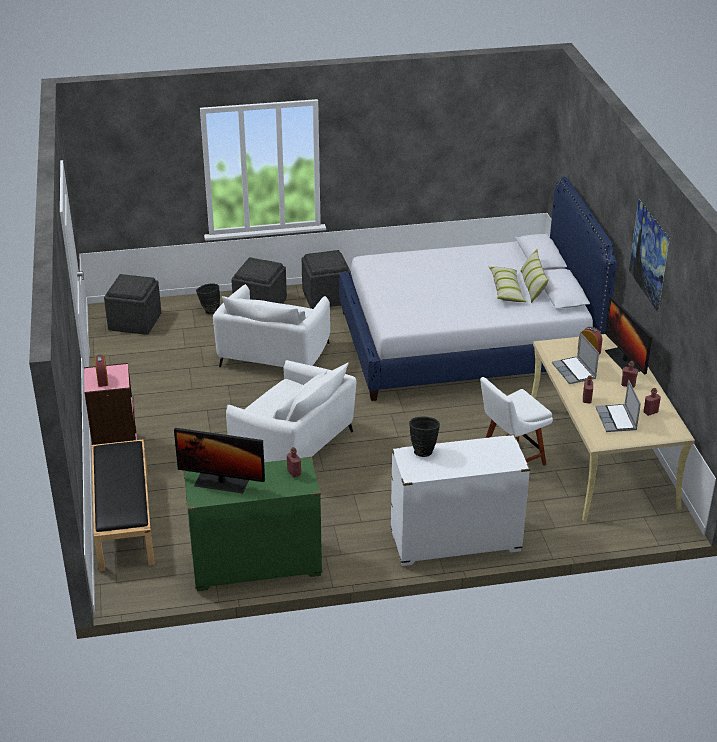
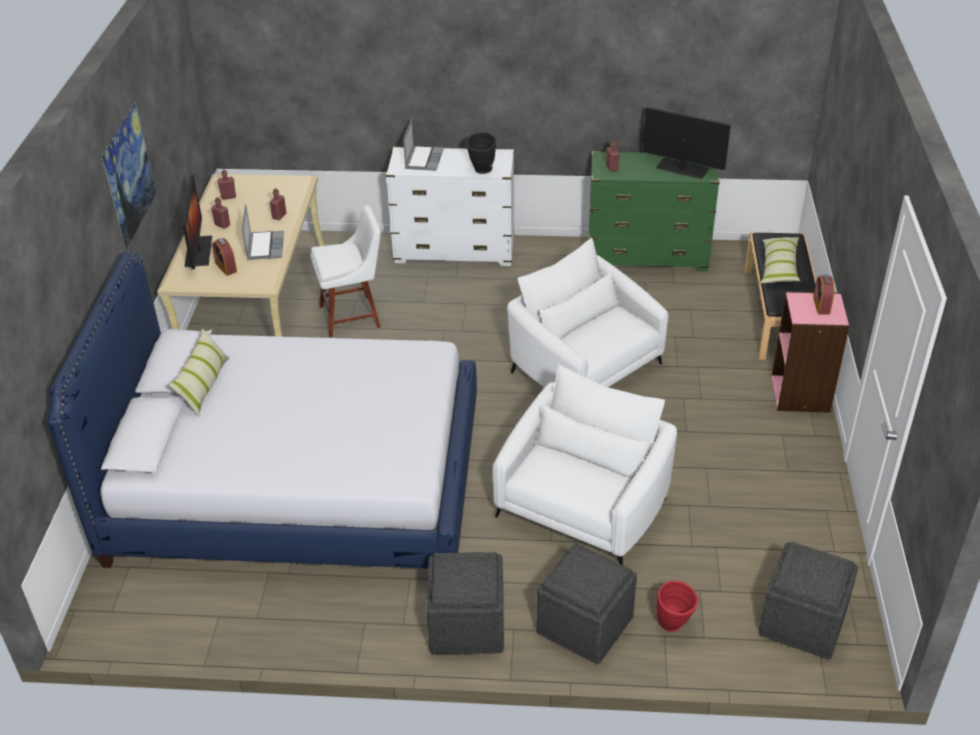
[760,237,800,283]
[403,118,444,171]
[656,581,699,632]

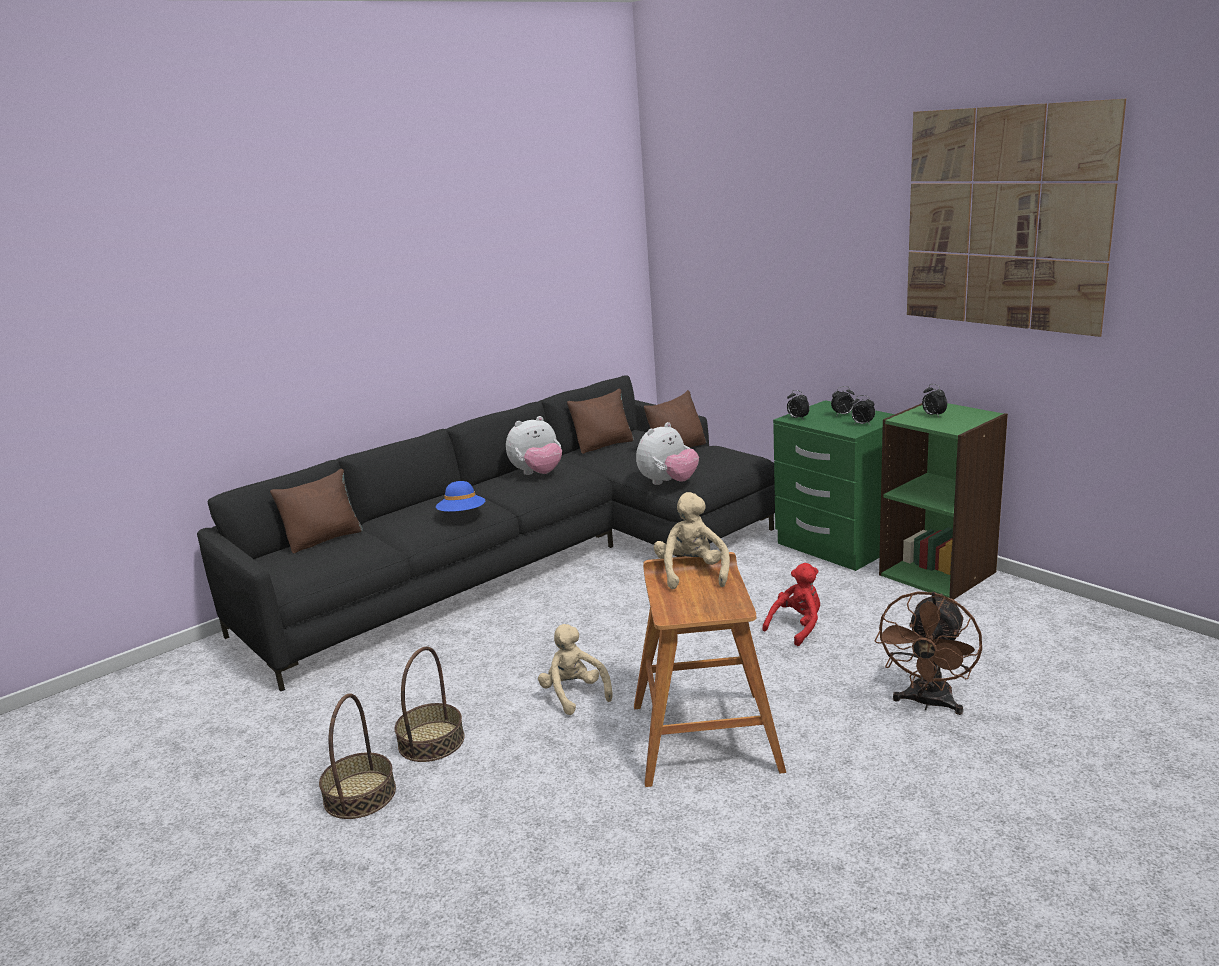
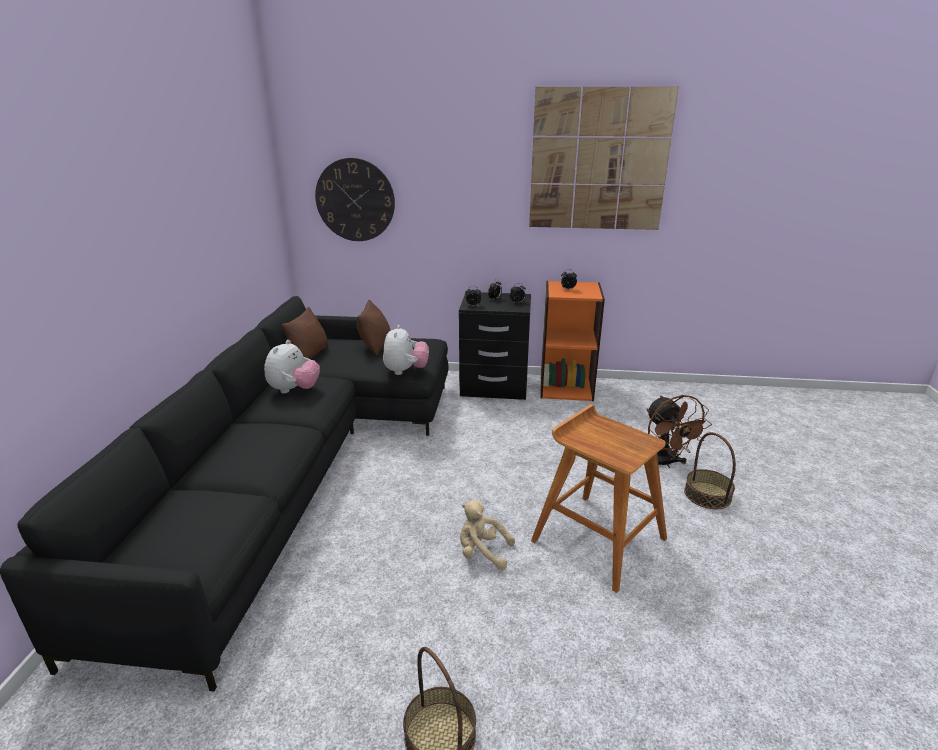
[270,469,363,553] (first image)
[436,481,485,512] (first image)
[654,492,730,589] (first image)
[762,563,820,646] (first image)
[315,158,395,241]
[684,432,736,509]
[459,292,531,400]
[540,281,605,401]

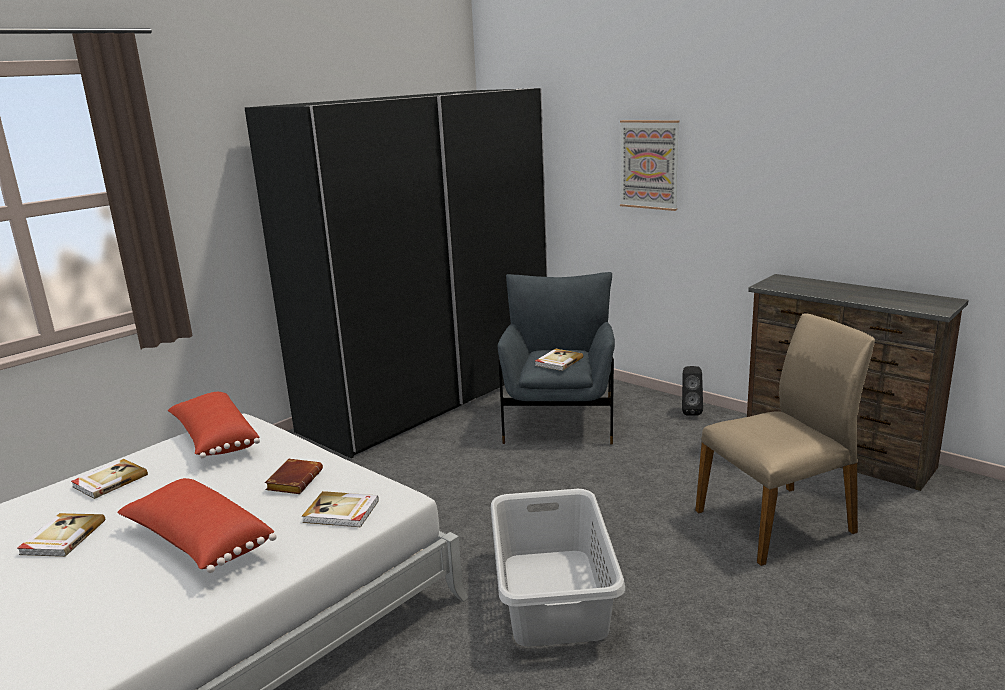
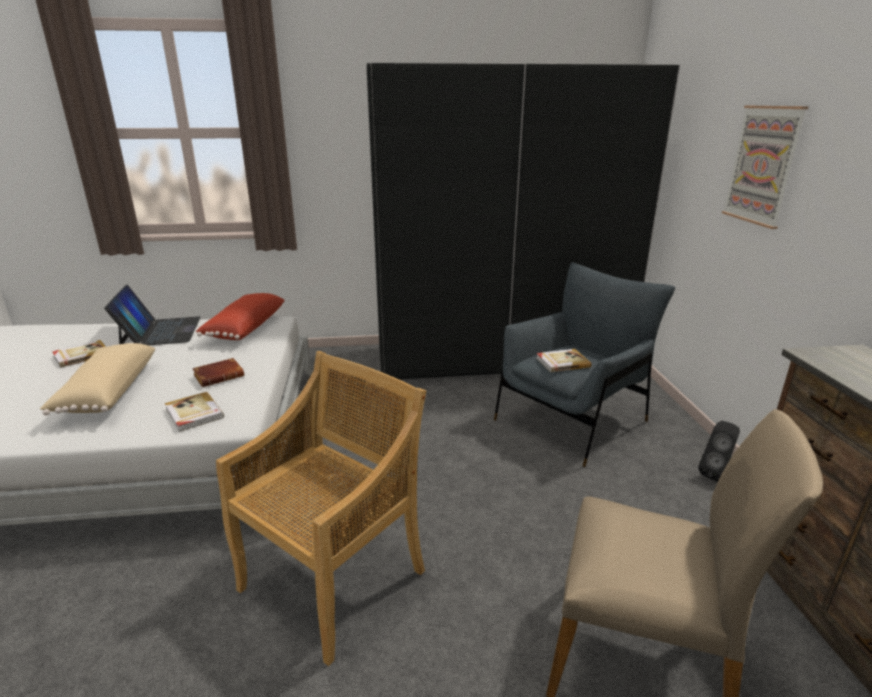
[104,285,201,346]
[216,351,426,666]
[40,343,155,415]

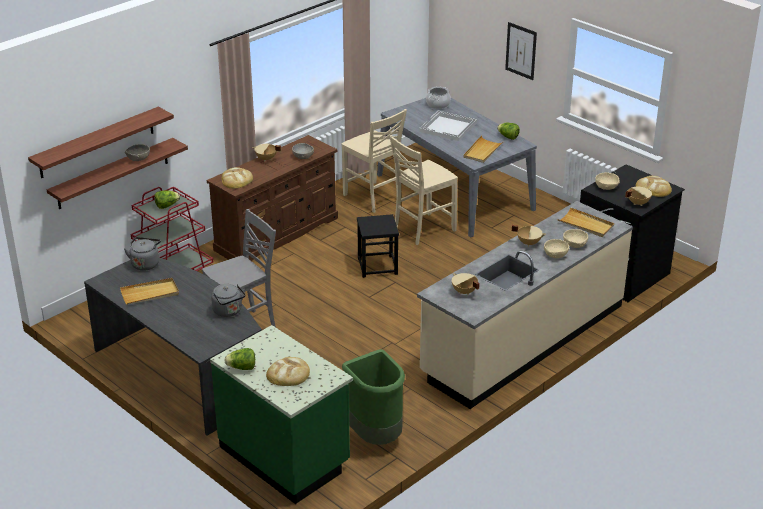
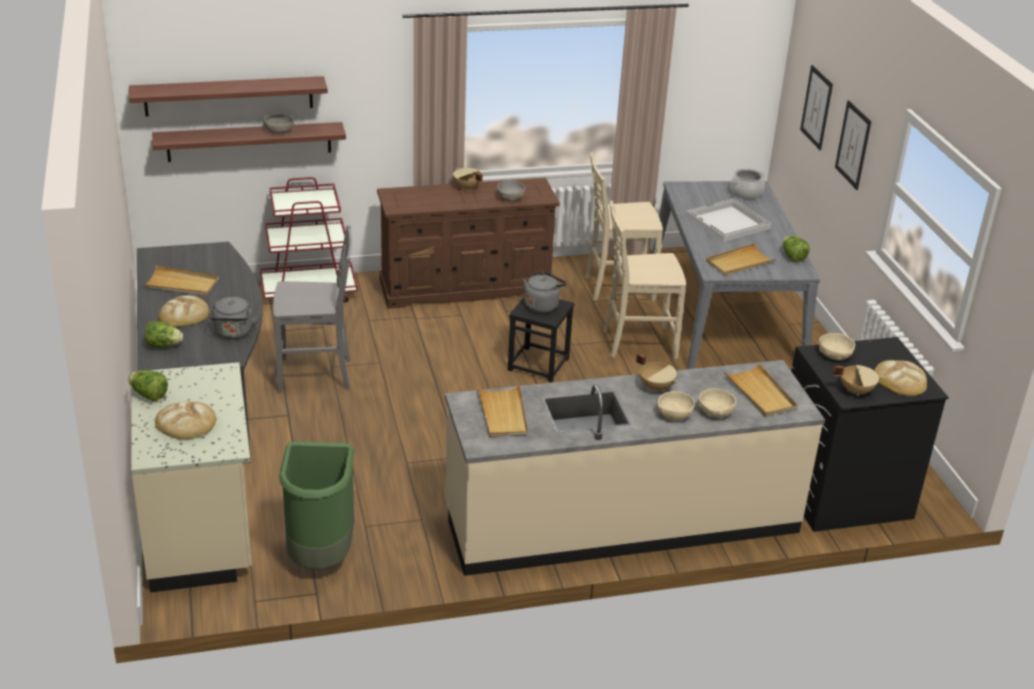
[800,65,833,150]
[523,271,567,313]
[145,321,183,348]
[158,295,209,327]
[477,384,528,437]
[131,362,252,593]
[585,152,663,301]

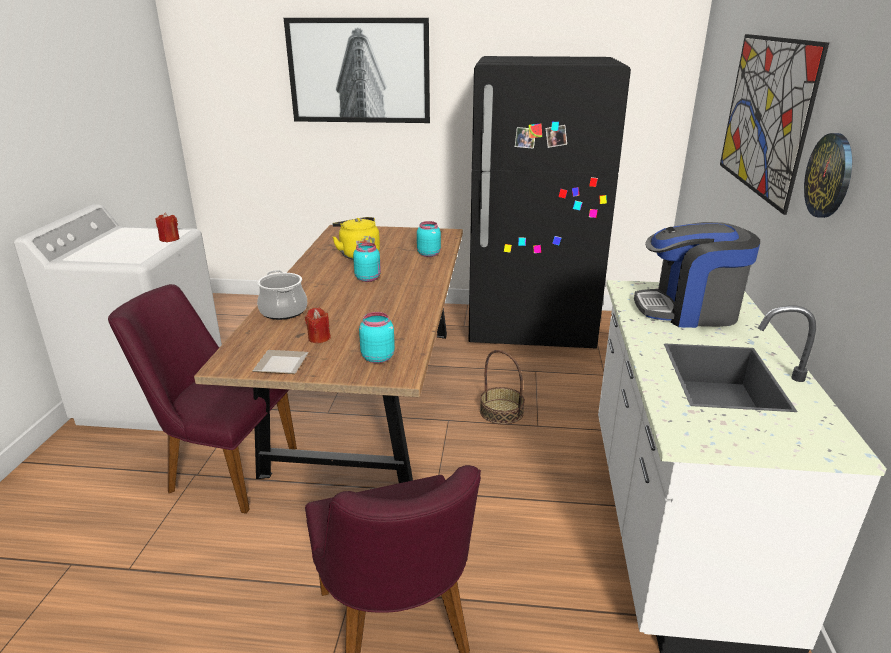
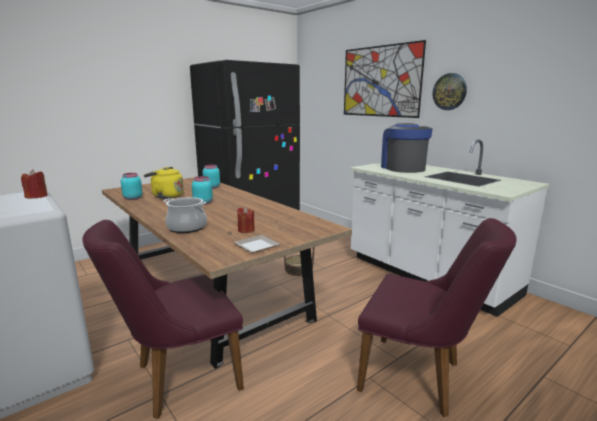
[284,18,430,123] (first image)
[121,173,143,200]
[381,123,433,173]

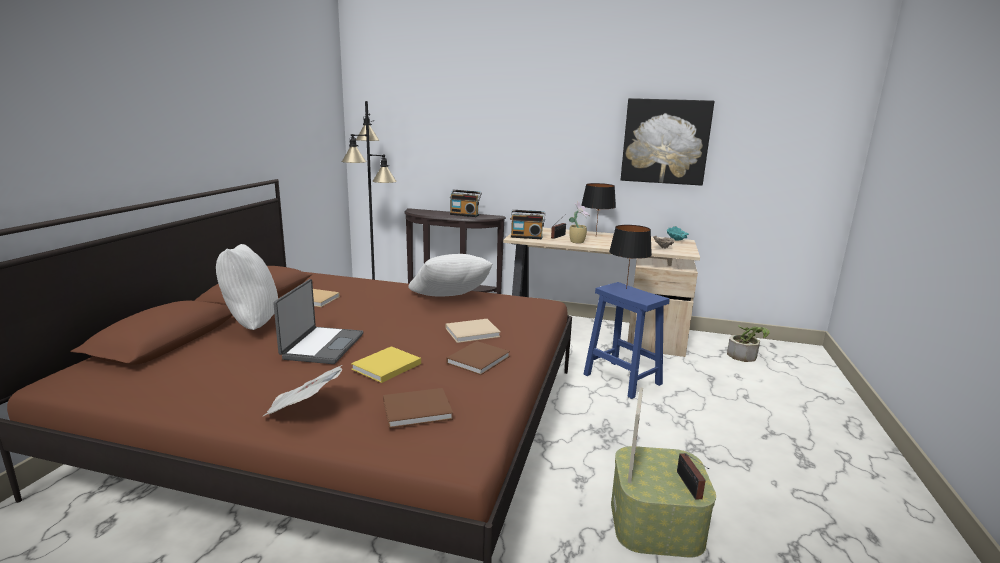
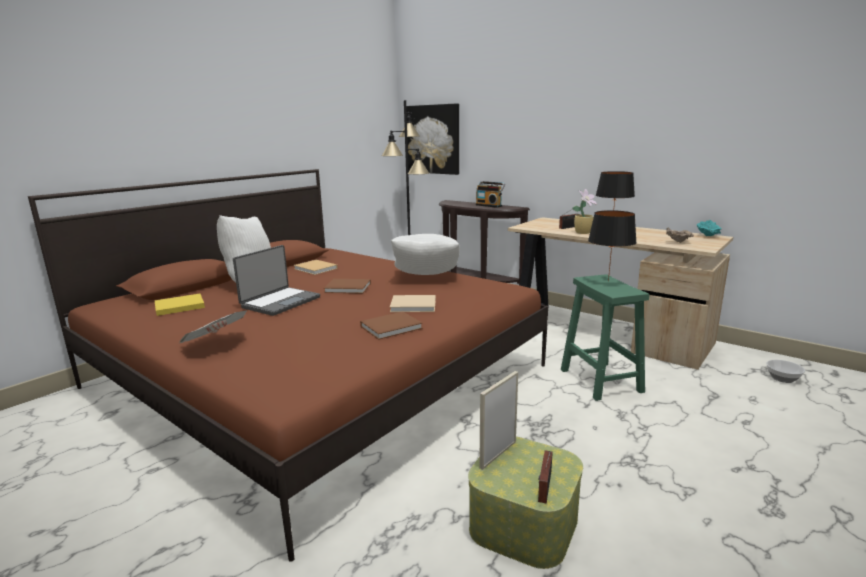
[510,210,545,239] (first image)
[154,294,205,316]
[324,279,371,294]
[406,104,459,175]
[766,360,805,383]
[561,274,649,401]

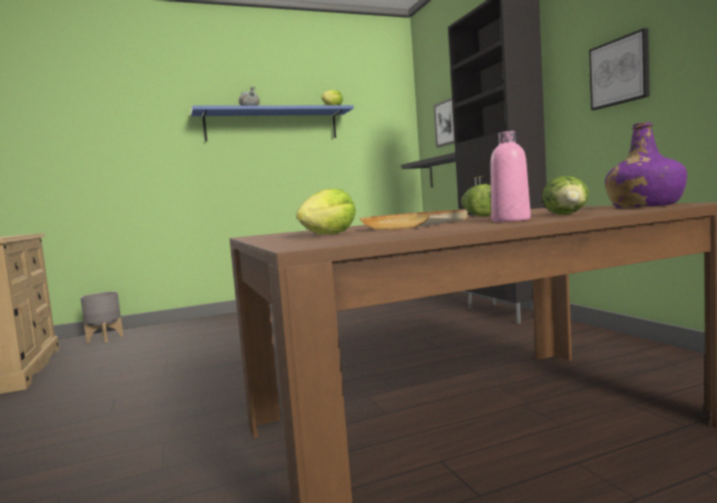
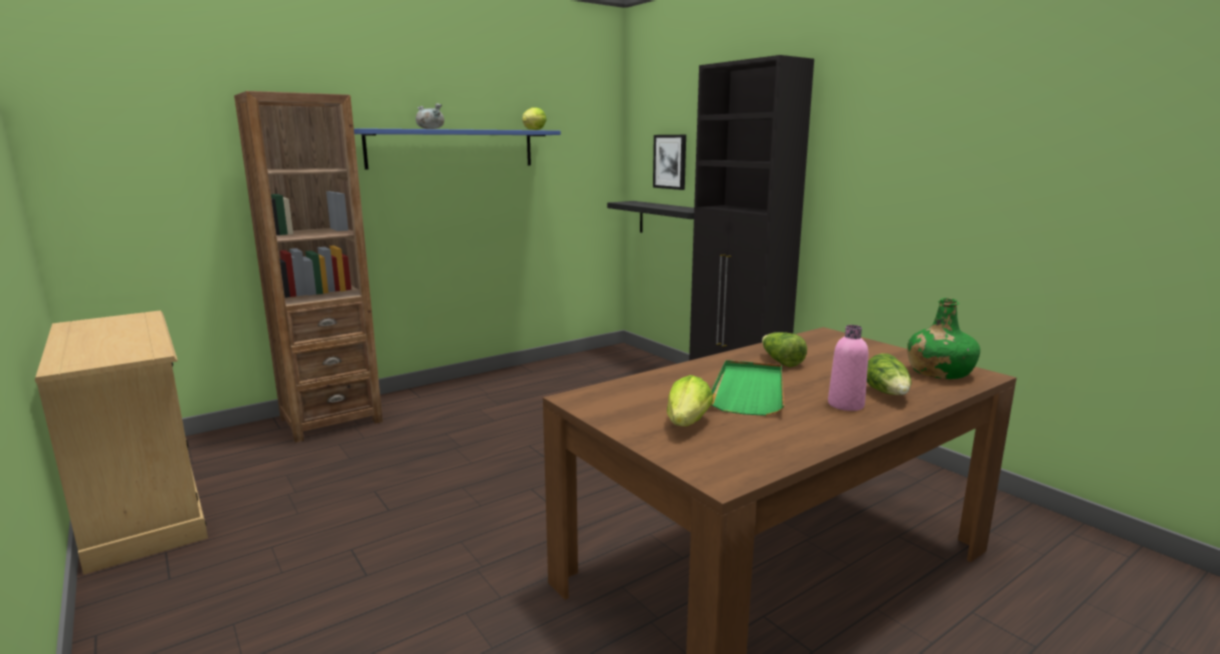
[81,292,123,343] (first image)
[589,28,650,110] (first image)
[234,91,383,443]
[711,360,784,416]
[907,298,980,379]

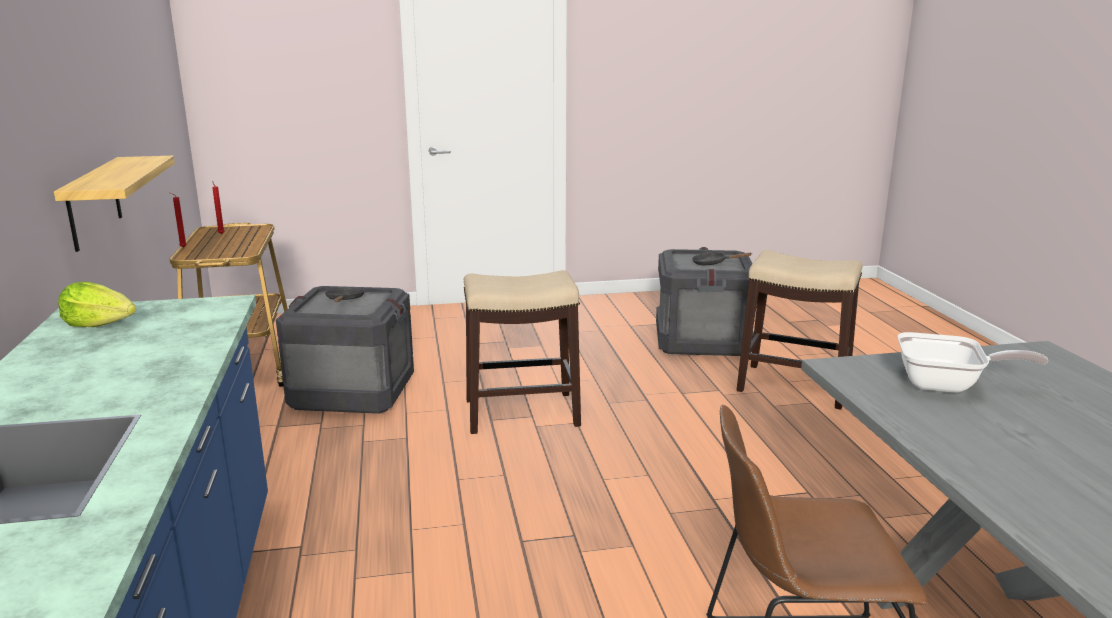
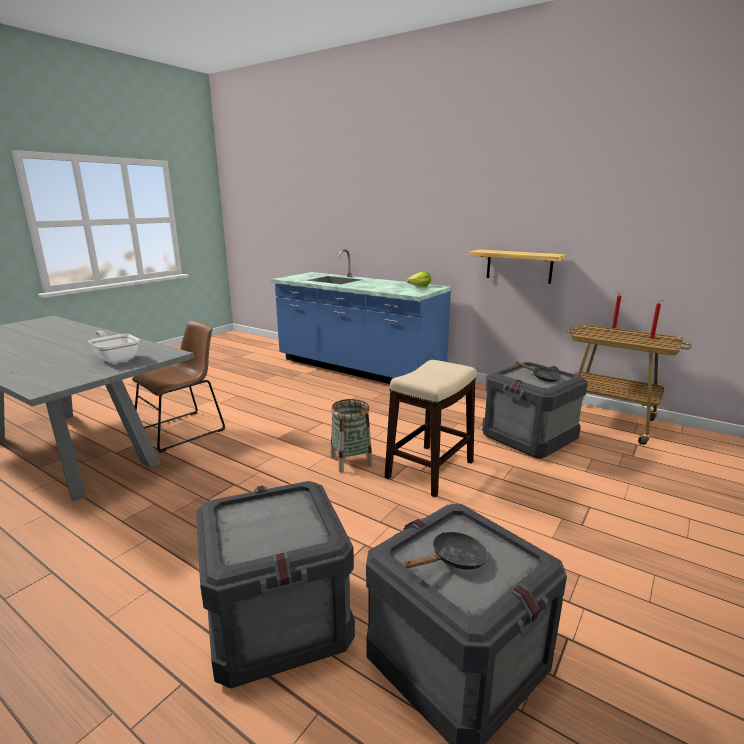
[331,399,372,472]
[196,481,355,689]
[88,331,140,363]

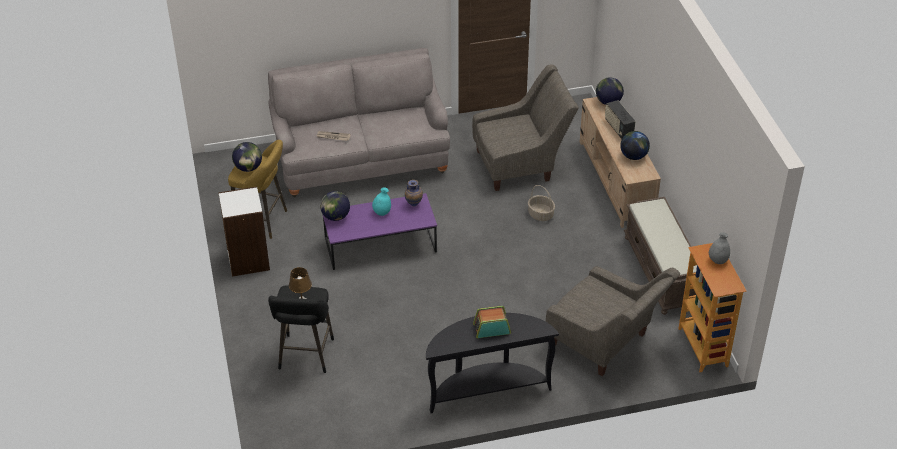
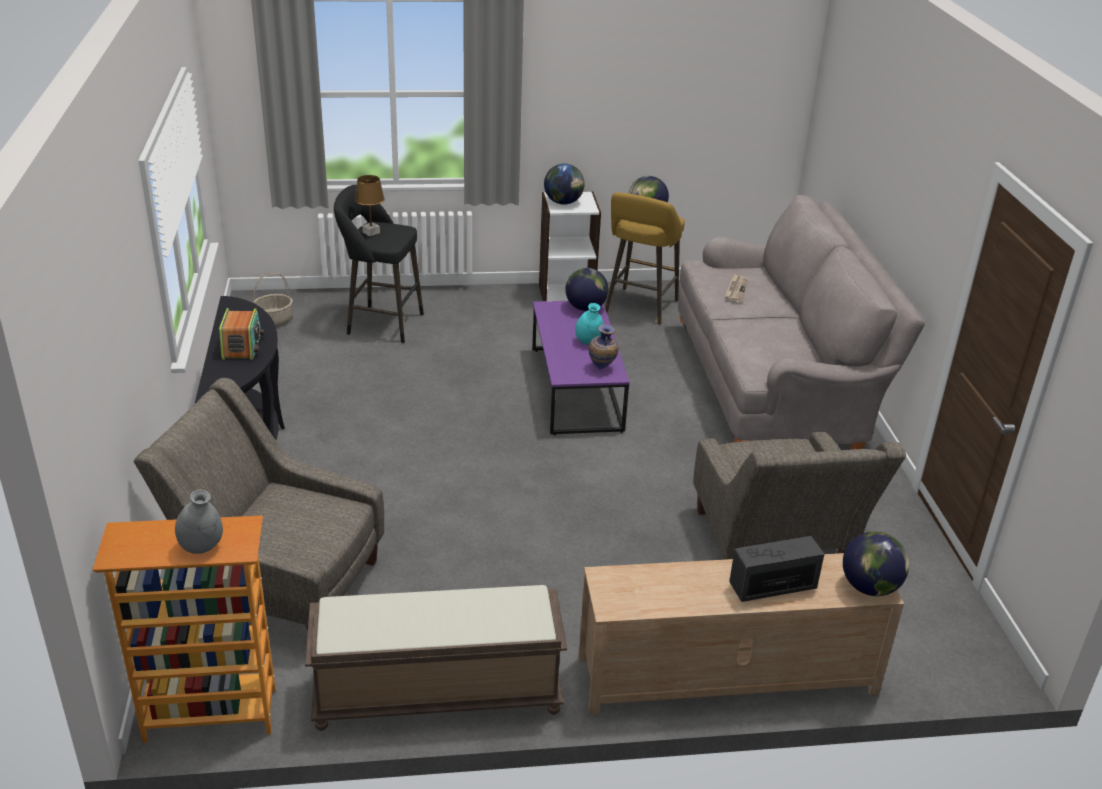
[252,272,293,326]
[544,164,585,205]
[134,378,384,631]

